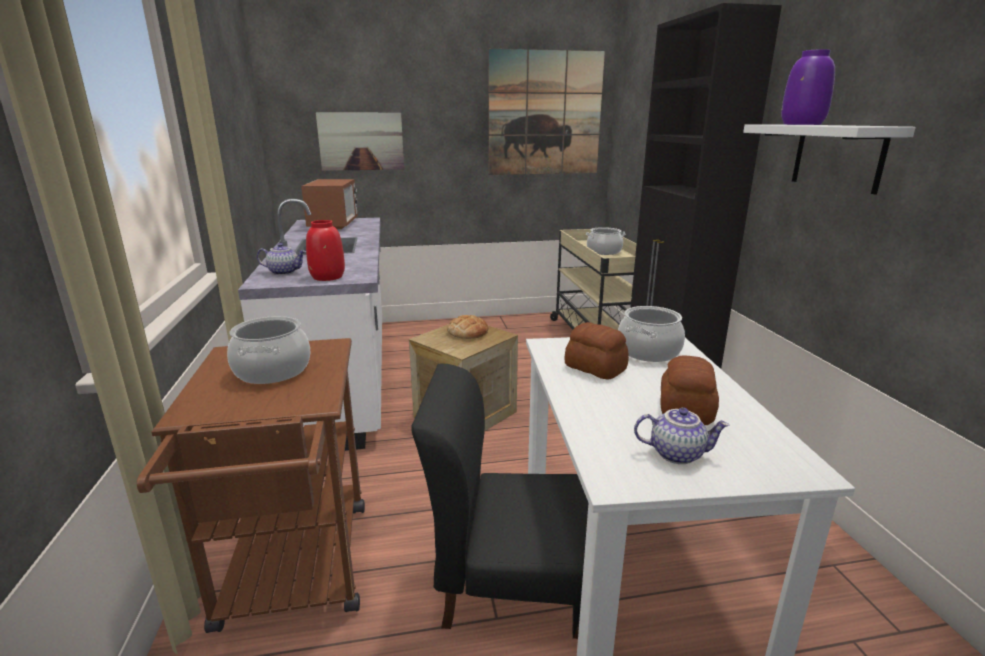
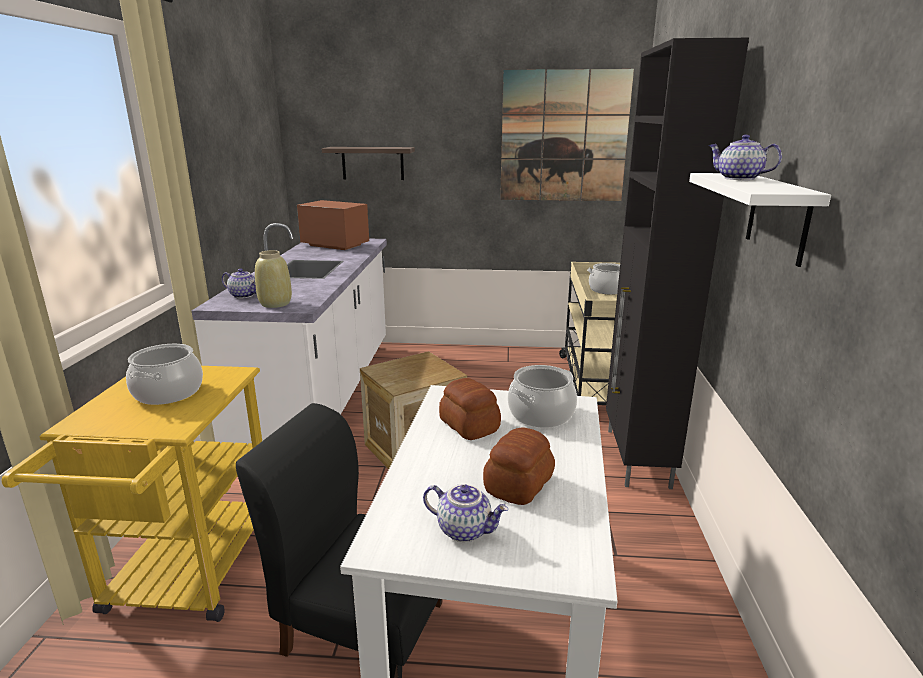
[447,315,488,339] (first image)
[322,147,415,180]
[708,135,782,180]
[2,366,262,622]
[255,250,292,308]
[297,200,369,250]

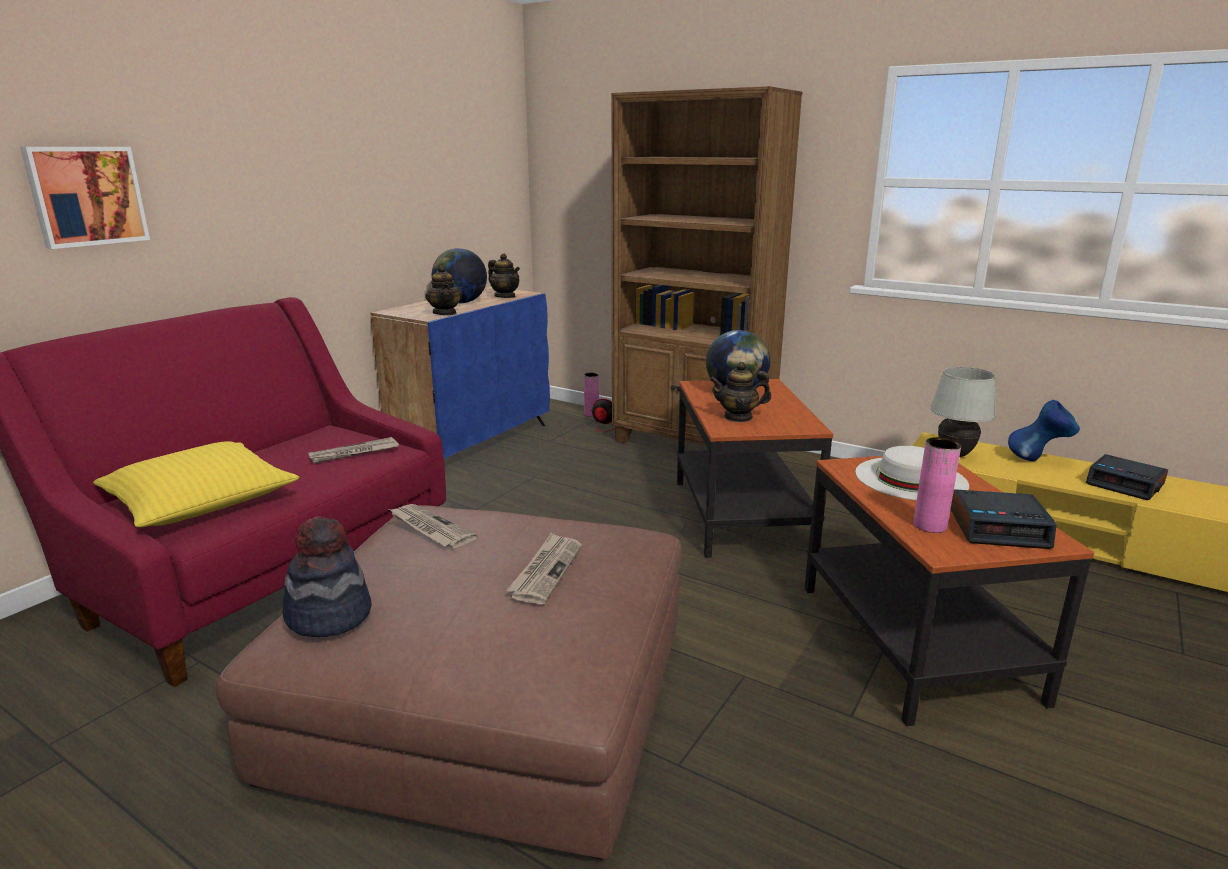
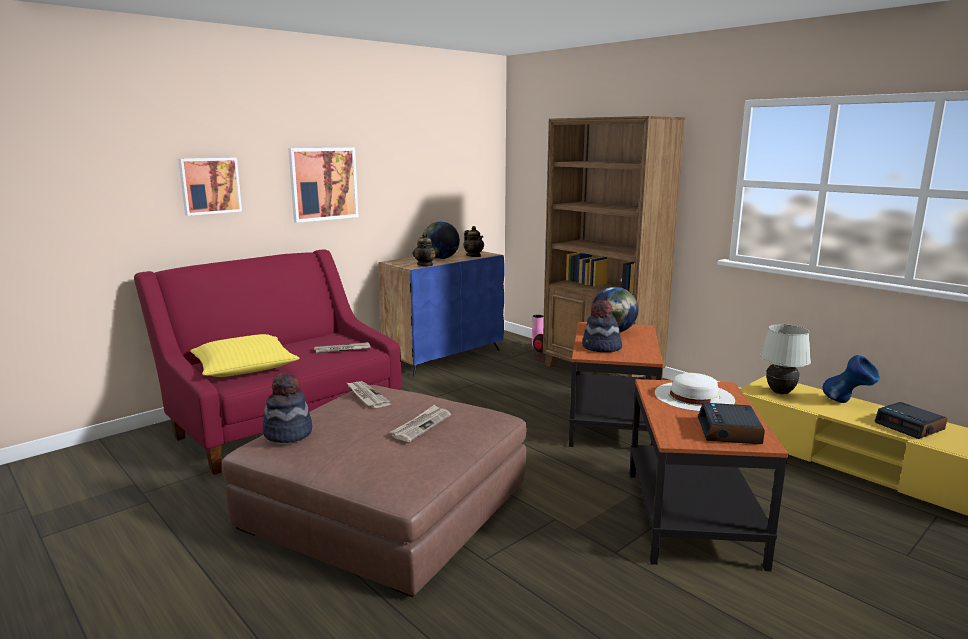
[913,437,961,533] (first image)
[288,147,359,223]
[582,300,622,352]
[698,403,765,444]

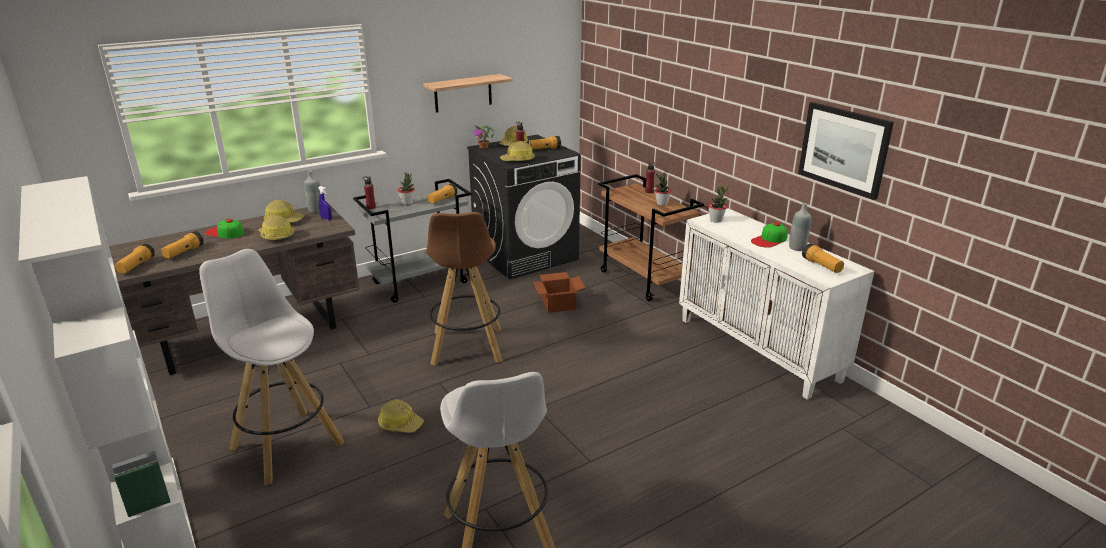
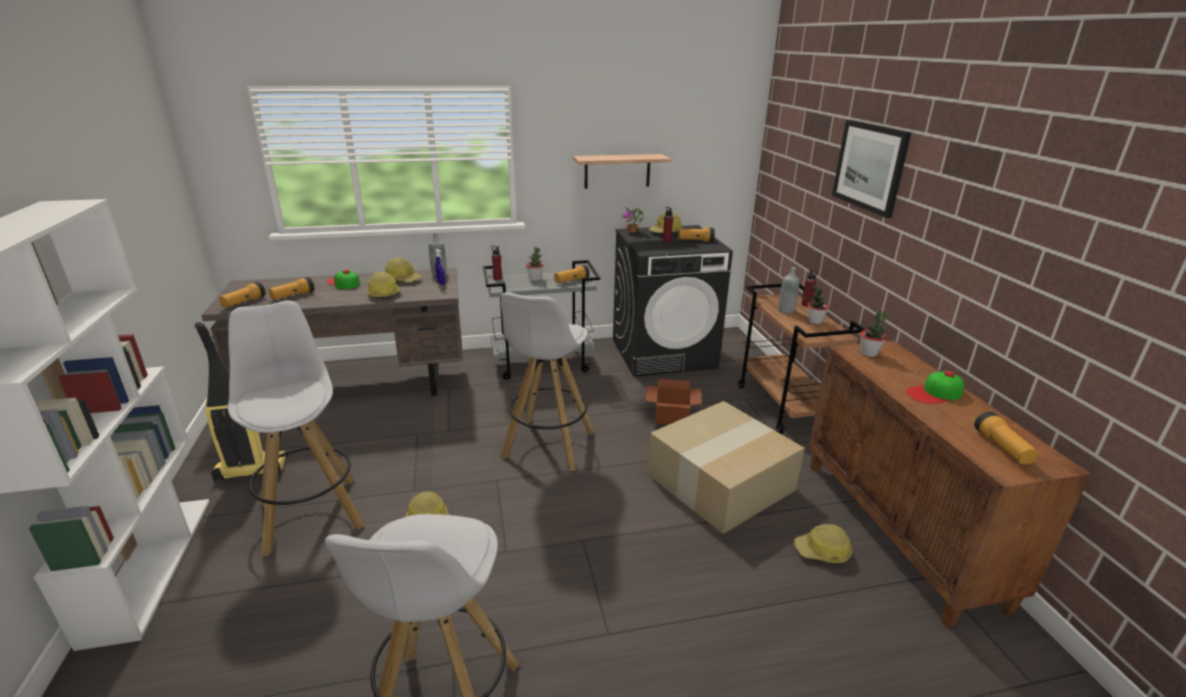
[195,322,288,482]
[647,401,805,534]
[794,524,852,563]
[779,267,799,314]
[832,120,911,218]
[500,292,594,471]
[809,340,1091,628]

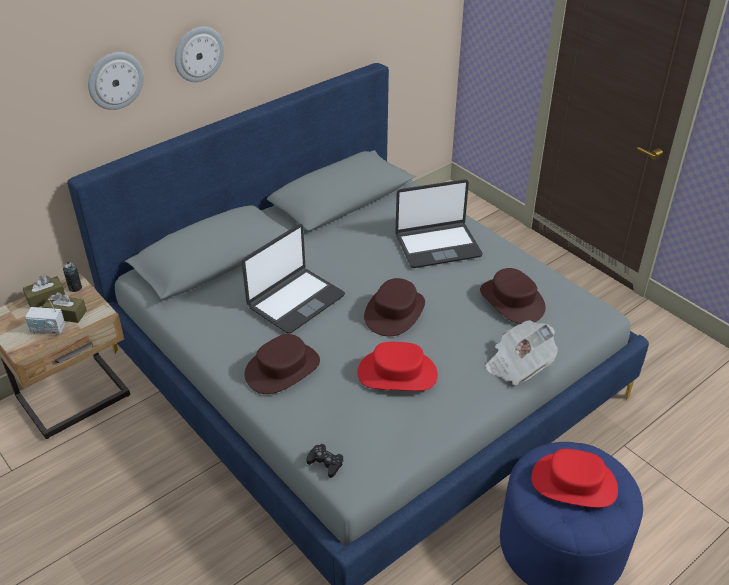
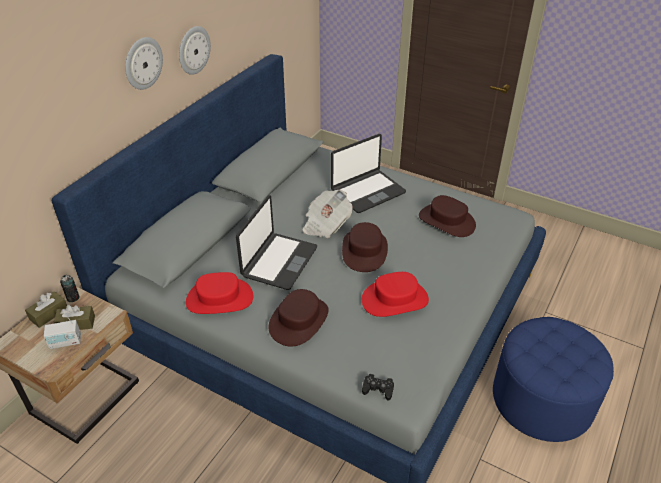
[179,26,211,75]
[303,190,353,238]
[186,272,253,314]

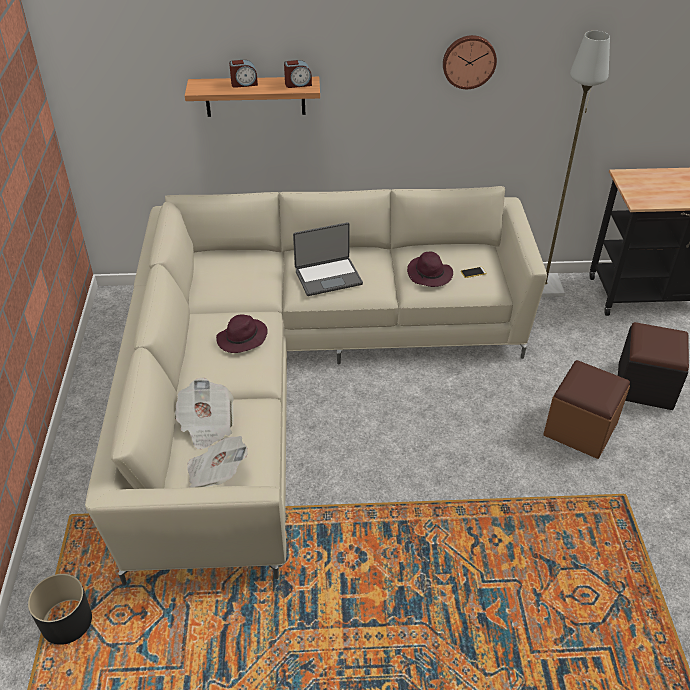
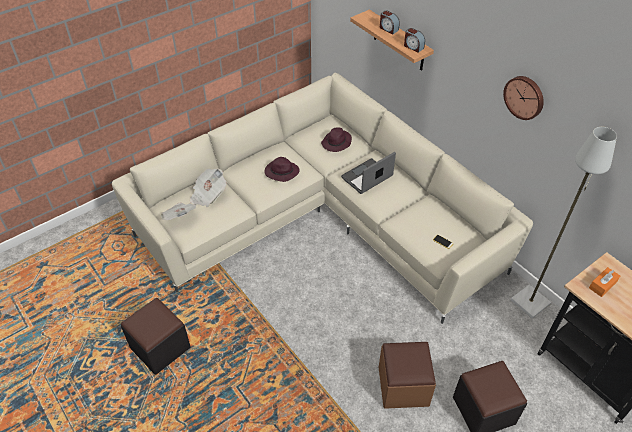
[28,574,92,645] (first image)
[121,298,191,375]
[589,267,620,297]
[321,128,352,152]
[341,152,396,194]

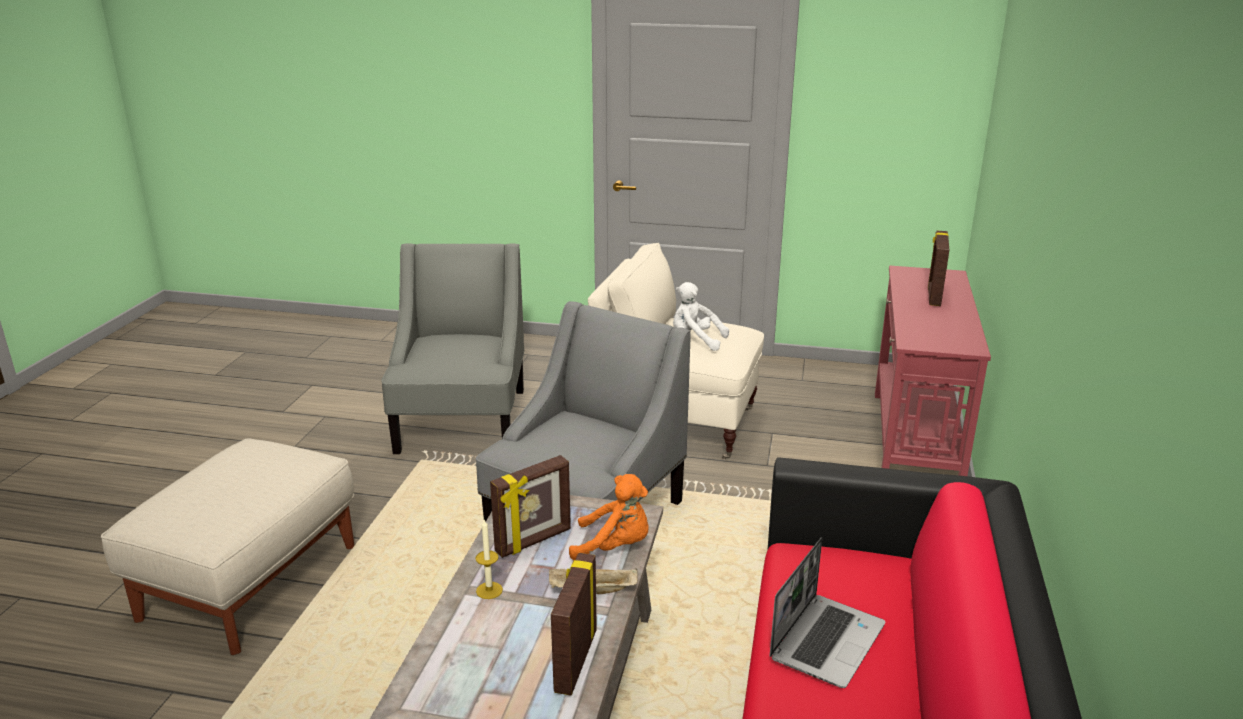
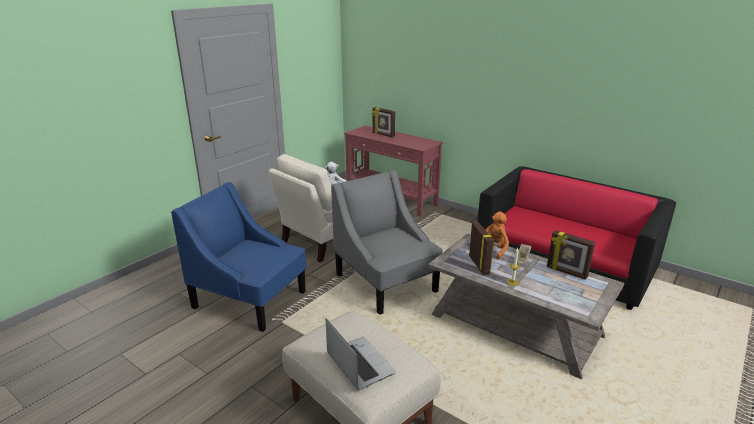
[325,318,396,390]
[171,182,307,332]

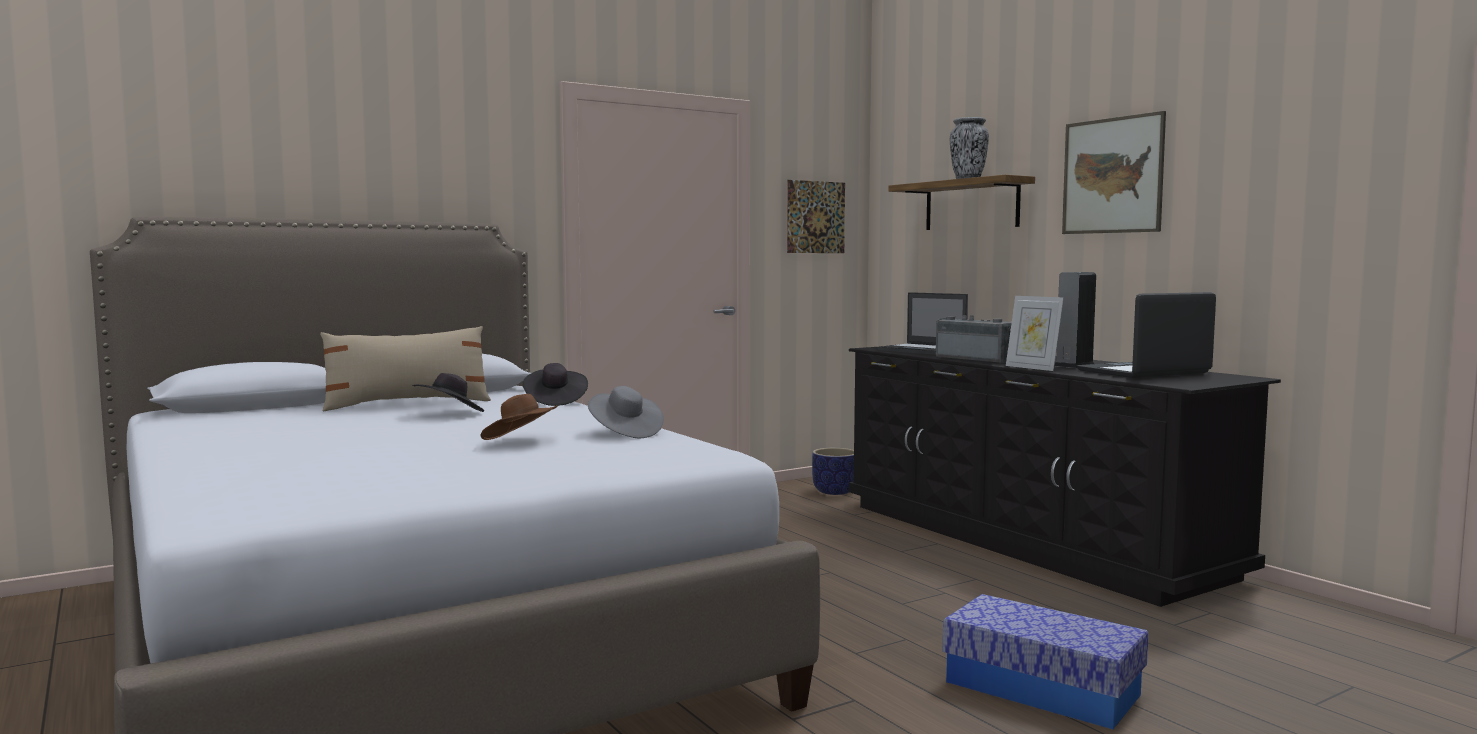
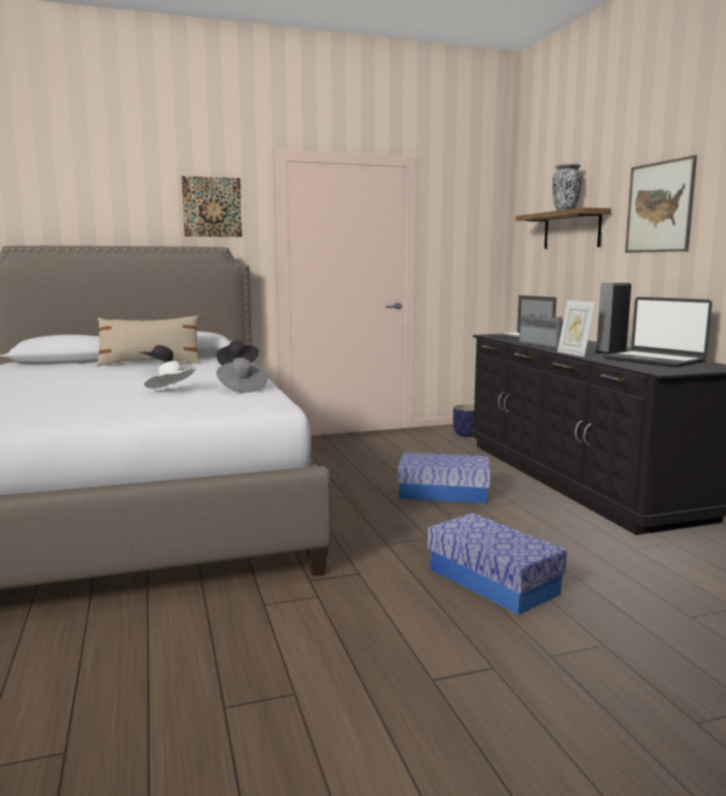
[398,452,490,504]
[181,176,242,237]
[144,361,196,389]
[603,297,712,367]

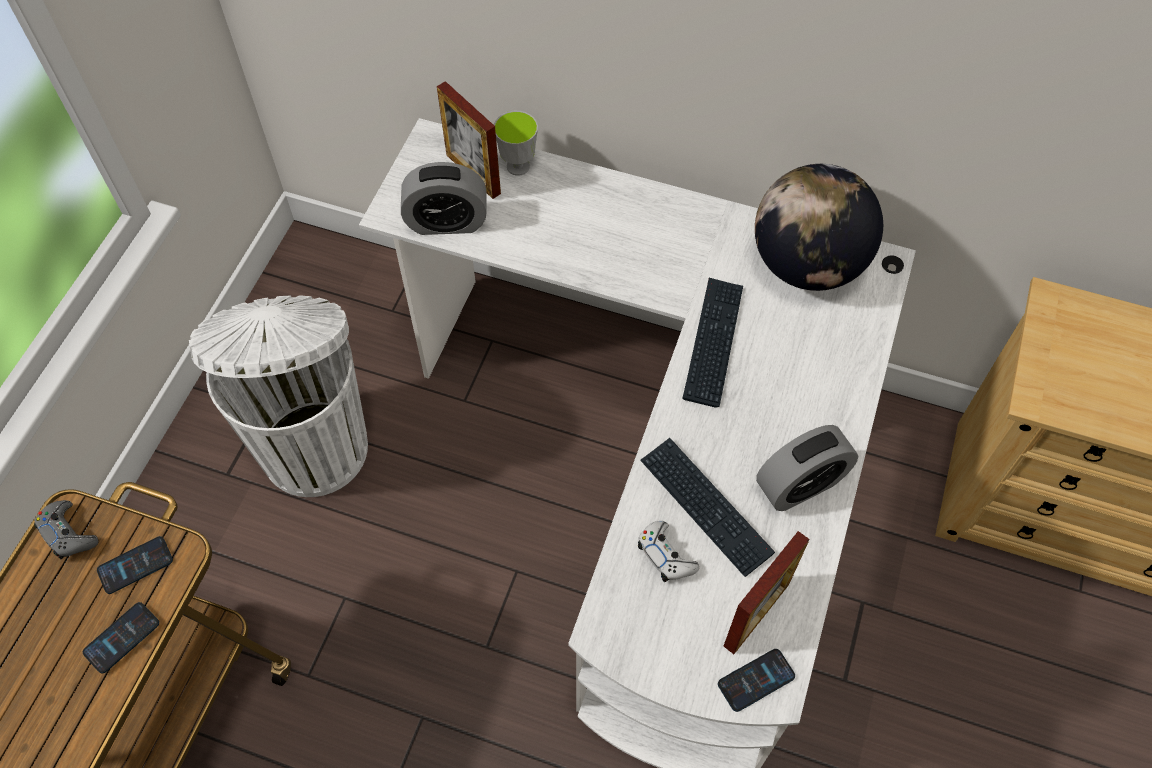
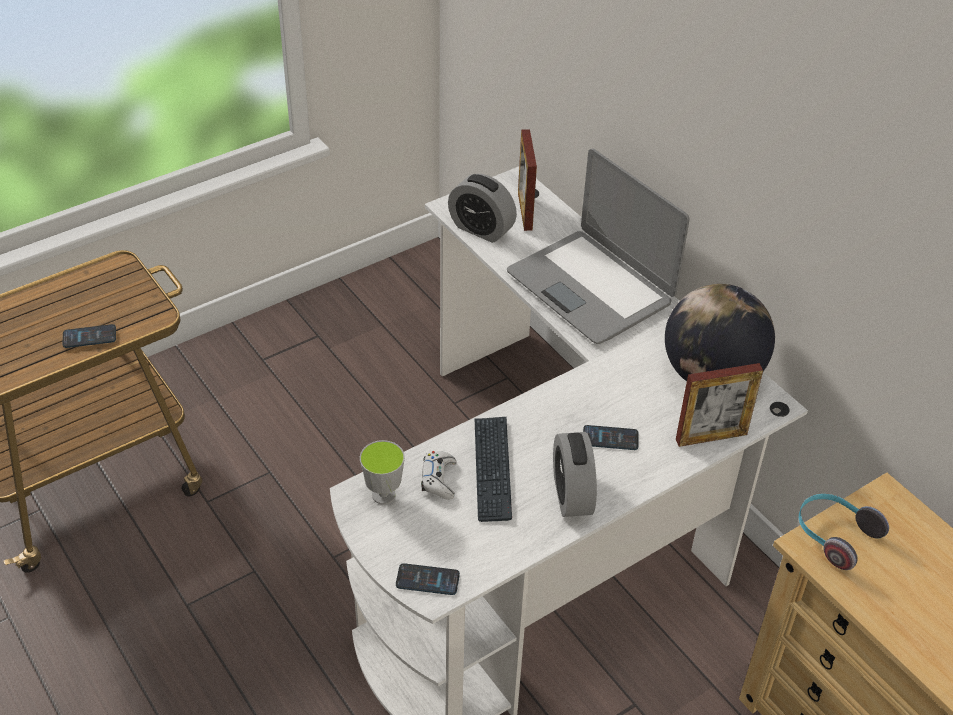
[34,500,98,560] (first image)
[189,295,368,497] (first image)
[682,278,743,407] (first image)
[507,149,689,344]
[799,494,889,570]
[583,425,639,450]
[360,440,405,504]
[676,363,763,447]
[553,432,597,517]

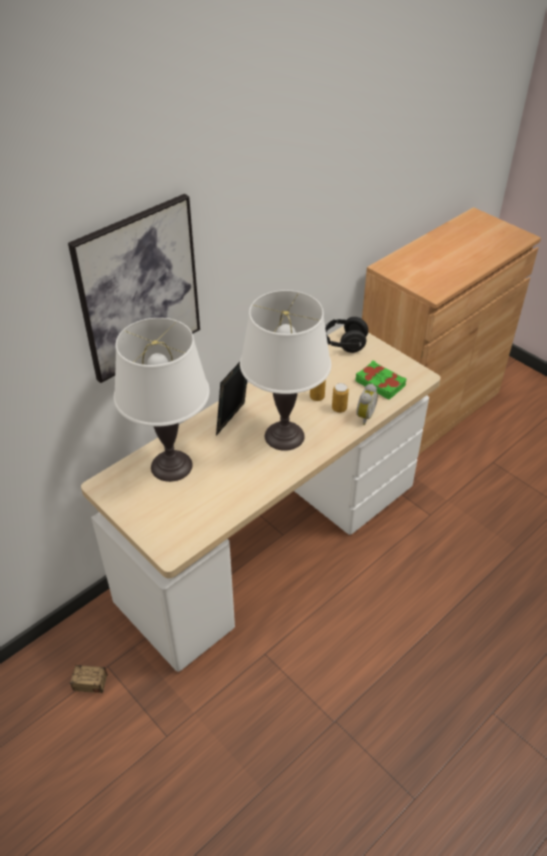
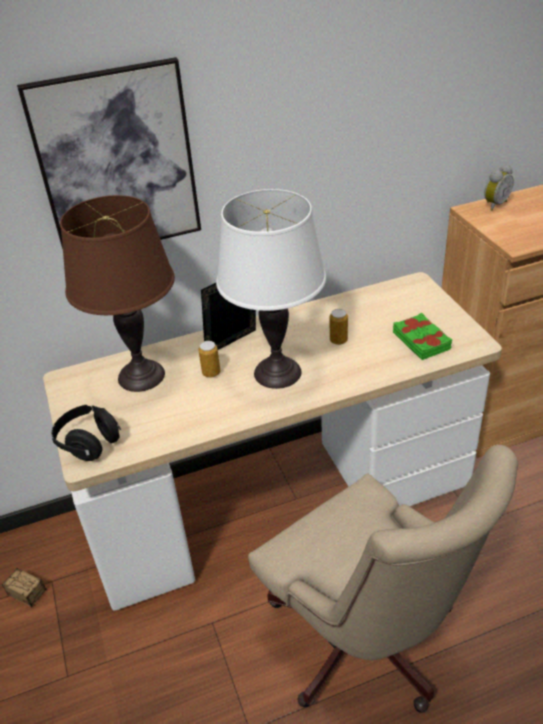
[248,445,518,713]
[52,405,121,461]
[198,341,220,378]
[484,165,514,211]
[60,195,175,392]

